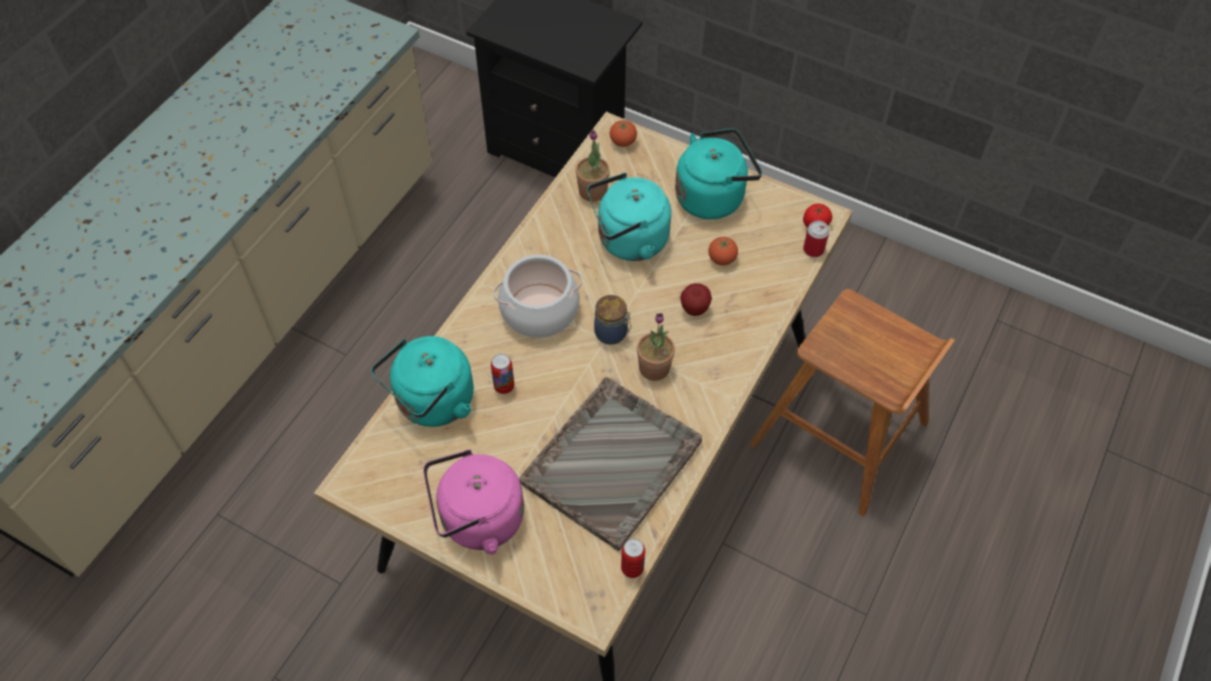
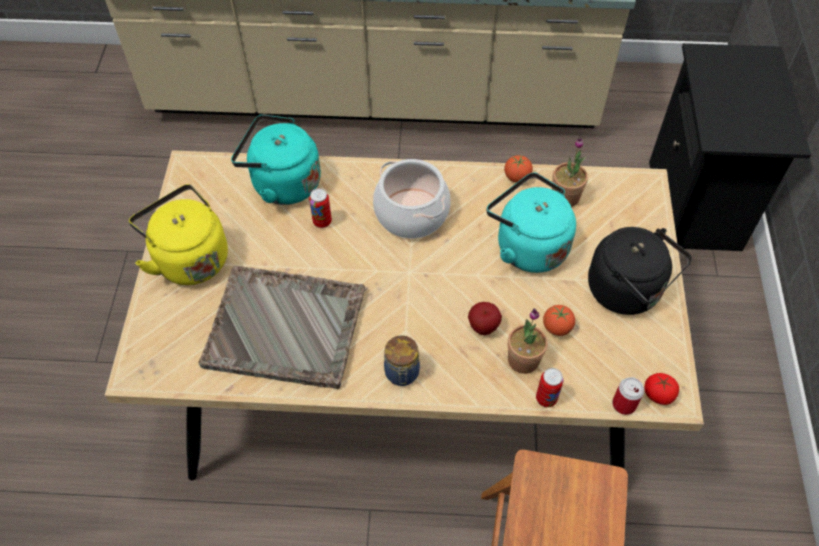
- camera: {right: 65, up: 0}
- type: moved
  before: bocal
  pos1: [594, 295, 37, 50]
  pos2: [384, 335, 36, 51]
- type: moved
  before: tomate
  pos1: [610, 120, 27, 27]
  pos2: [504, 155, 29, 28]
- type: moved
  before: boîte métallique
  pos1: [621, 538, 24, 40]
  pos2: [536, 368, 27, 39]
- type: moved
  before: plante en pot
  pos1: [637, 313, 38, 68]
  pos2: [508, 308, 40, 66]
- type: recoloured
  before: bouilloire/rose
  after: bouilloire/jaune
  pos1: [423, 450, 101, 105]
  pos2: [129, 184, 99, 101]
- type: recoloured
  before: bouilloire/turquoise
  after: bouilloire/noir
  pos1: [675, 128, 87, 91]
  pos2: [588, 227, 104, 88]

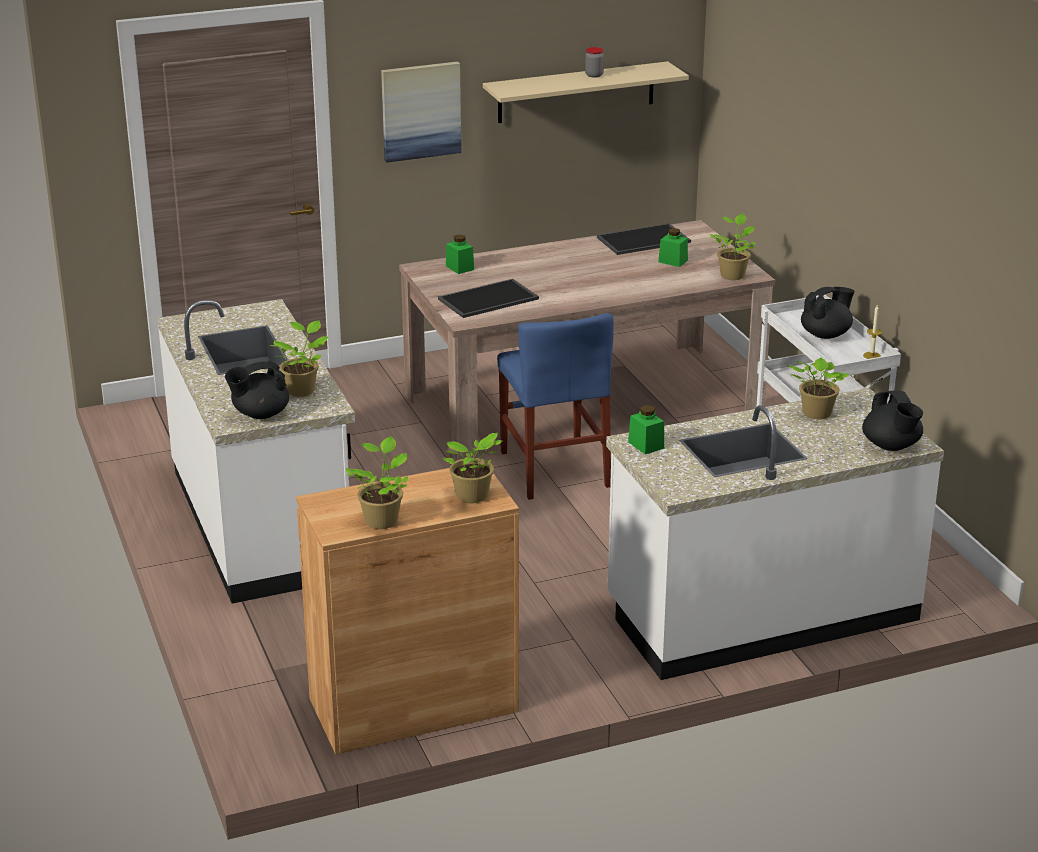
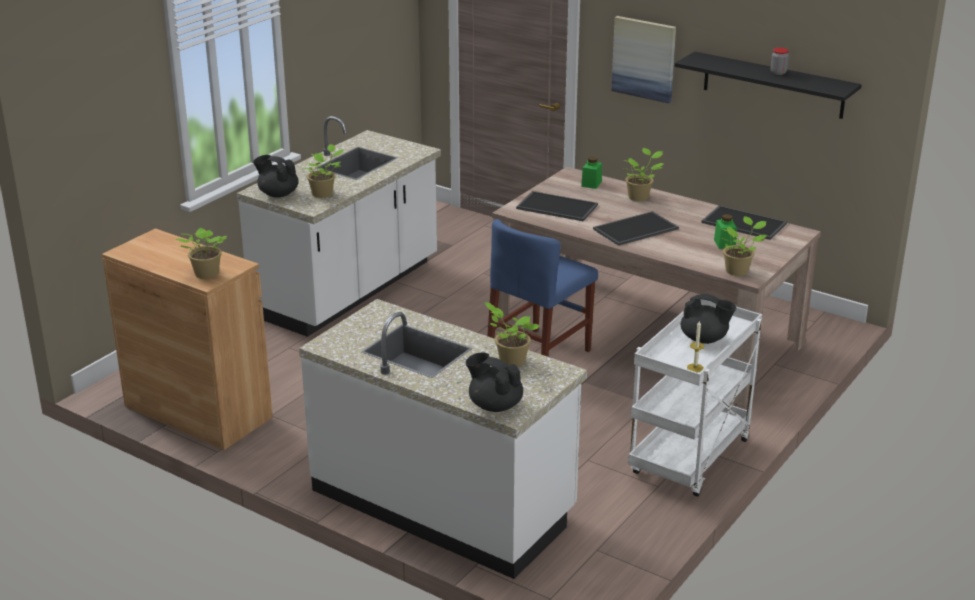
- camera: {right: 55, up: 0}
- type: removed
  before: bocal/vert
  pos1: [628, 405, 36, 49]
- type: added
  after: plateau
  pos2: [593, 211, 86, 35]
- type: moved
  before: plante en pot
  pos1: [346, 436, 62, 93]
  pos2: [623, 148, 41, 53]
- type: recoloured
  before: étagère/beige
  after: étagère/noir
  pos1: [483, 61, 206, 62]
  pos2: [675, 52, 187, 67]
- type: turned
  before: théière/noir
  pos1: [862, 390, 61, 61]
  pos2: [466, 352, 57, 60]
  turn: 90

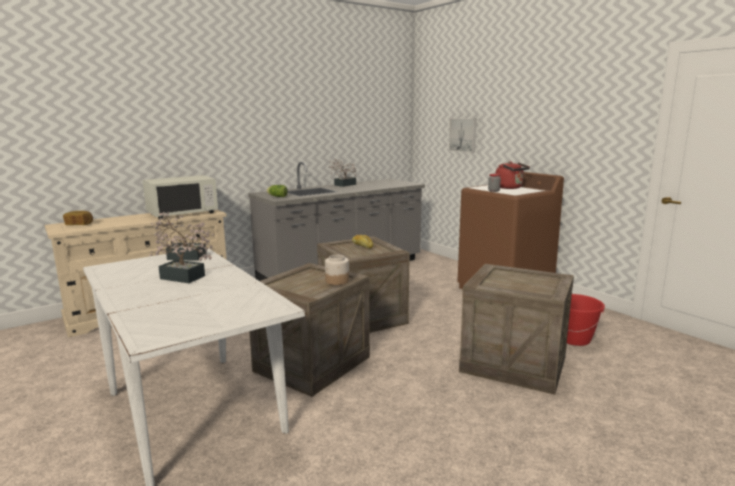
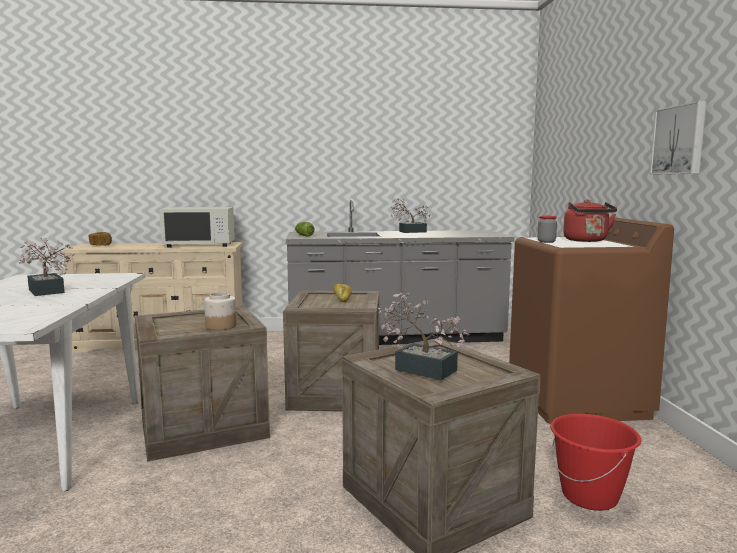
- camera: {right: 30, up: -5}
- type: moved
  before: plante en pot
  pos1: [151, 212, 60, 49]
  pos2: [378, 292, 91, 88]
- type: moved
  before: tableau
  pos1: [449, 118, 28, 35]
  pos2: [650, 101, 57, 73]

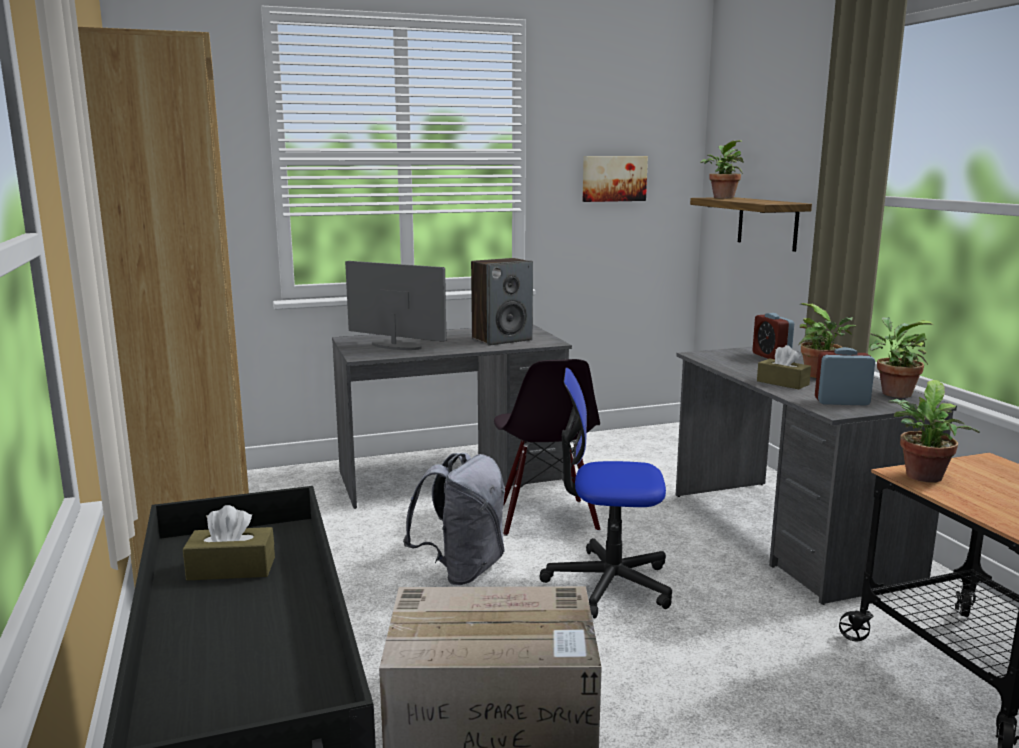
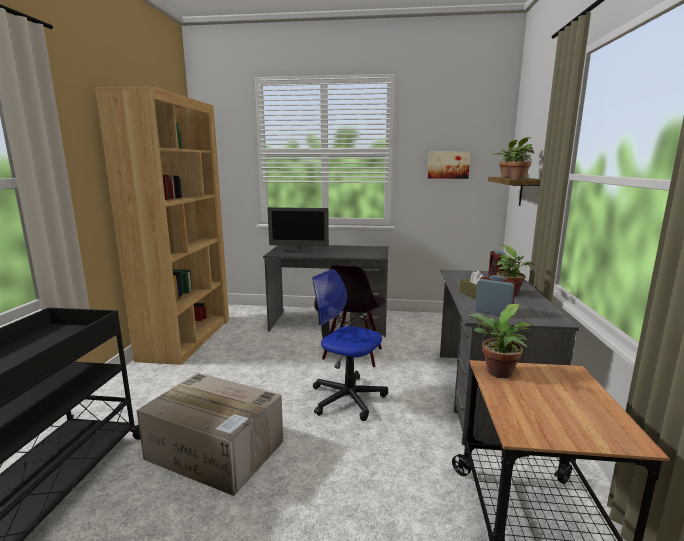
- camera: {right: 25, up: 0}
- type: removed
  before: boîte à mouchoirs/marron
  pos1: [183, 505, 92, 76]
- type: removed
  before: sac à dos/gris
  pos1: [403, 453, 102, 132]
- type: removed
  before: enceinte
  pos1: [471, 258, 62, 87]
- type: moved
  before: plante en pot
  pos1: [869, 317, 66, 81]
  pos2: [501, 137, 33, 42]
- type: turned
  before: écran d'ordinateur
  pos1: [345, 261, 102, 89]
  pos2: [268, 207, 61, 45]
  turn: 135

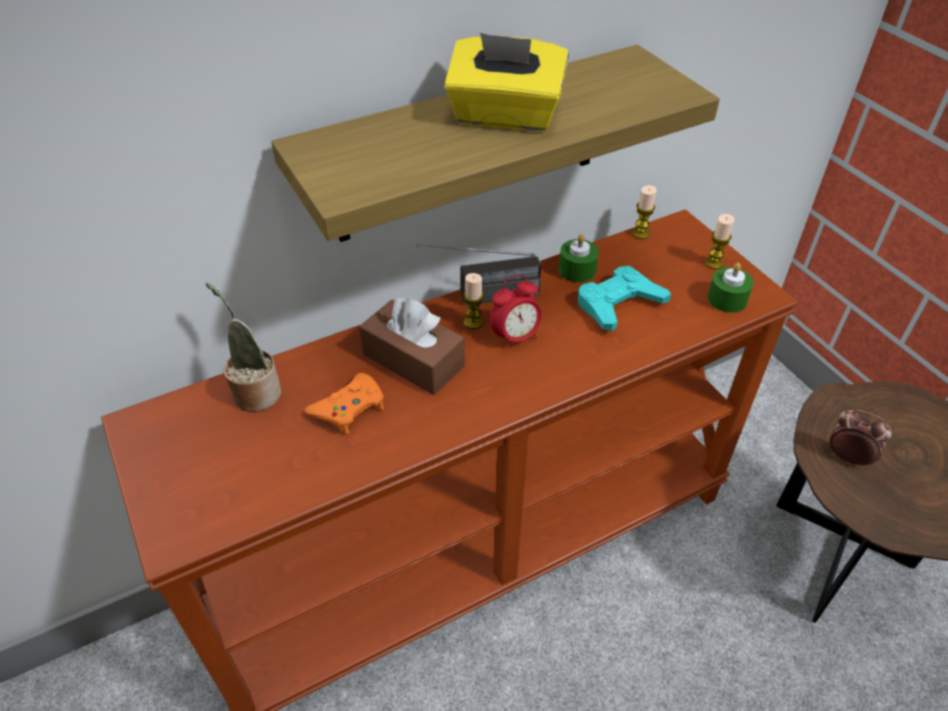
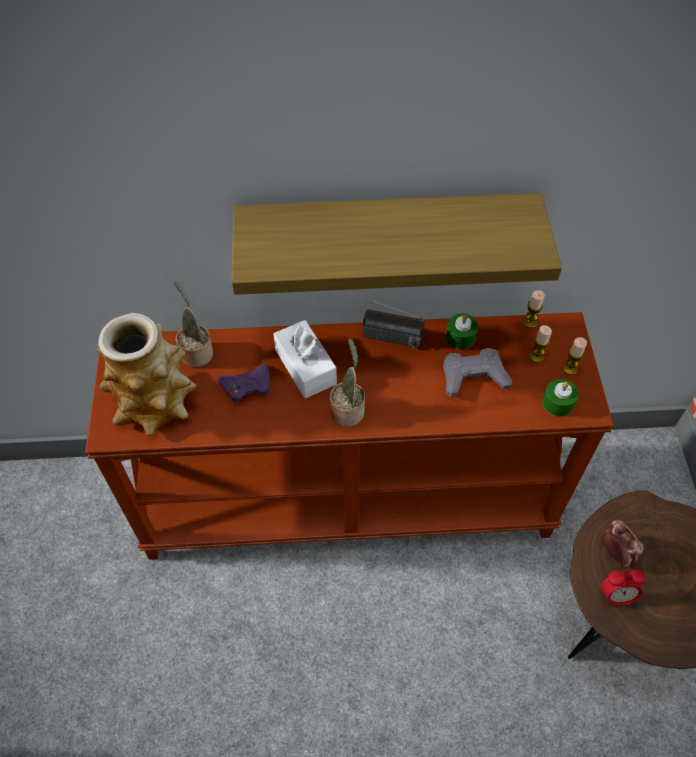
- camera: {right: 25, up: 10}
- type: removed
  before: boîte à mouchoirs/jaune
  pos1: [444, 33, 125, 98]
- type: added
  after: vase
  pos2: [97, 313, 99, 123]
- type: added
  after: plante en pot
  pos2: [330, 339, 35, 88]
- type: moved
  before: bougie
  pos1: [463, 273, 21, 57]
  pos2: [529, 325, 23, 38]
- type: moved
  before: réveil
  pos1: [490, 275, 52, 75]
  pos2: [600, 569, 46, 37]
- type: recoloured
  before: manette/orange
  after: manette/violet
  pos1: [304, 373, 80, 61]
  pos2: [218, 364, 52, 41]
- type: recoloured
  before: boîte à mouchoirs/marron
  after: boîte à mouchoirs/blanc
  pos1: [359, 298, 106, 97]
  pos2: [274, 320, 63, 78]
- type: recoloured
  before: manette/turquoise
  after: manette/gris
  pos1: [578, 266, 93, 66]
  pos2: [443, 348, 69, 49]

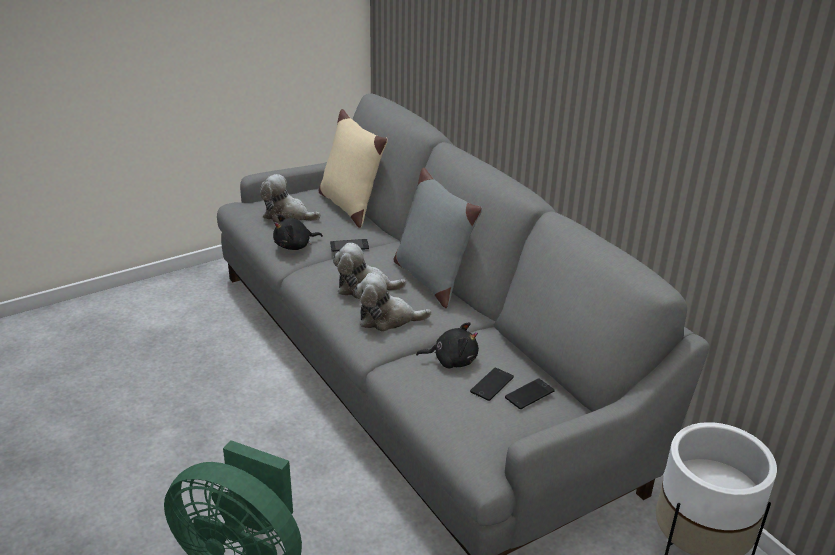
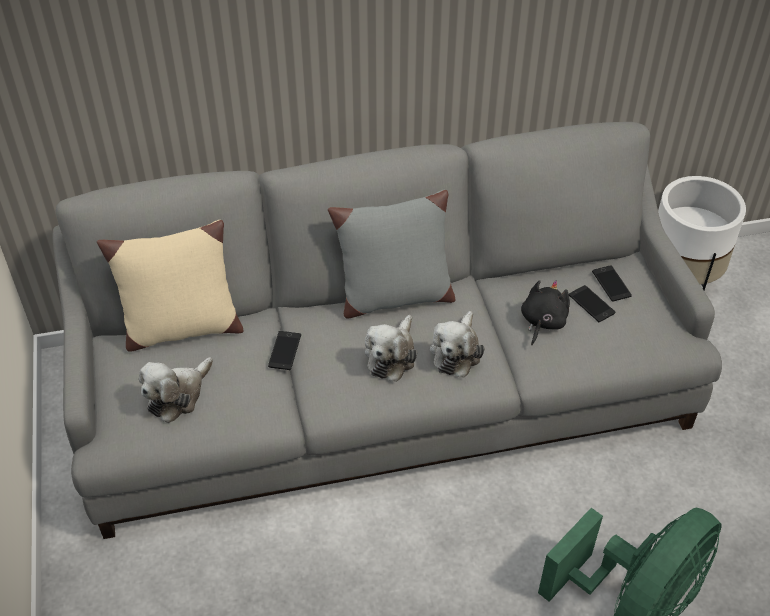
- camera: {right: -70, up: 15}
- type: removed
  before: peluche/noir
  pos1: [273, 214, 50, 36]

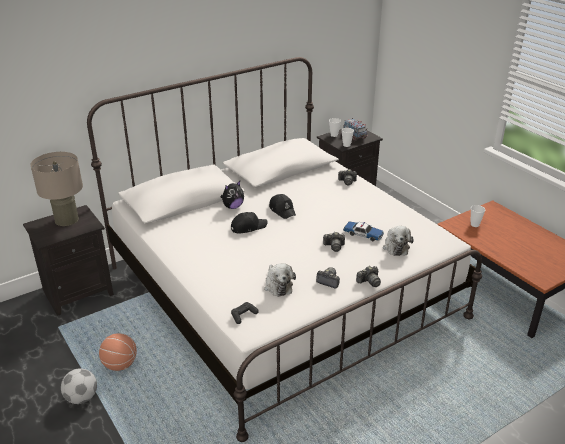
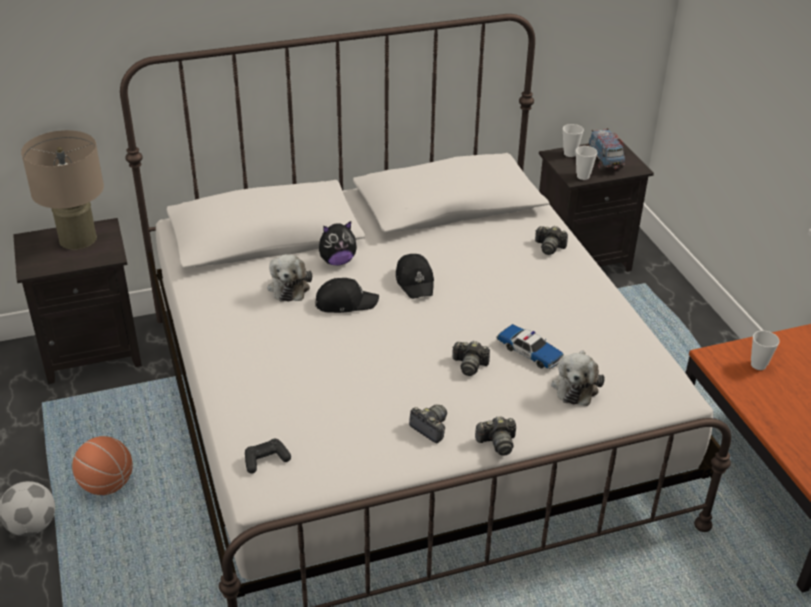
- camera: {right: 15, up: 5}
- type: moved
  before: peluche
  pos1: [264, 263, 32, 34]
  pos2: [267, 254, 45, 48]

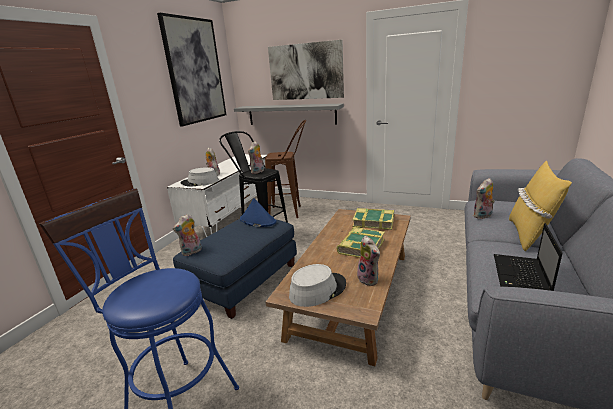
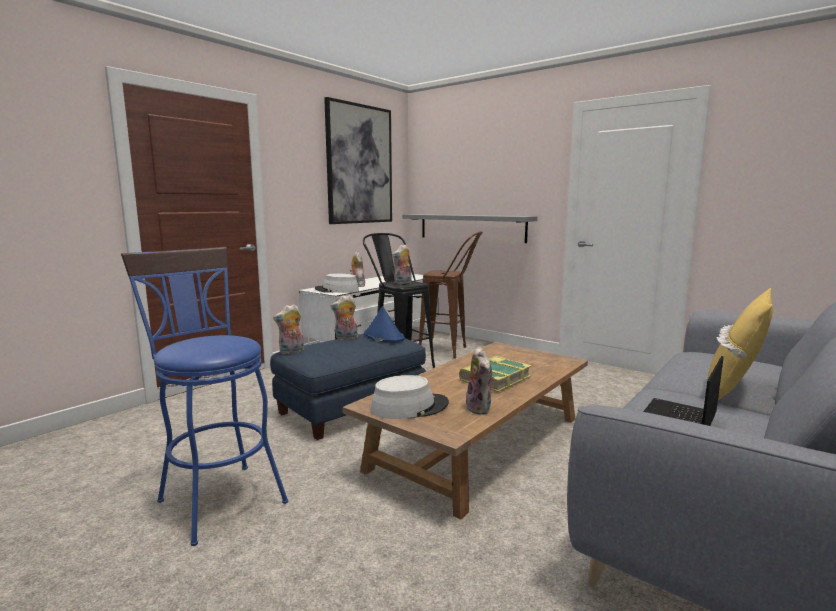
- camera: {right: 15, up: -10}
- type: removed
  before: tableau
  pos1: [268, 40, 76, 60]
- type: removed
  before: livre
  pos1: [352, 208, 42, 22]
- type: moved
  before: peluche
  pos1: [473, 178, 22, 41]
  pos2: [331, 295, 27, 45]

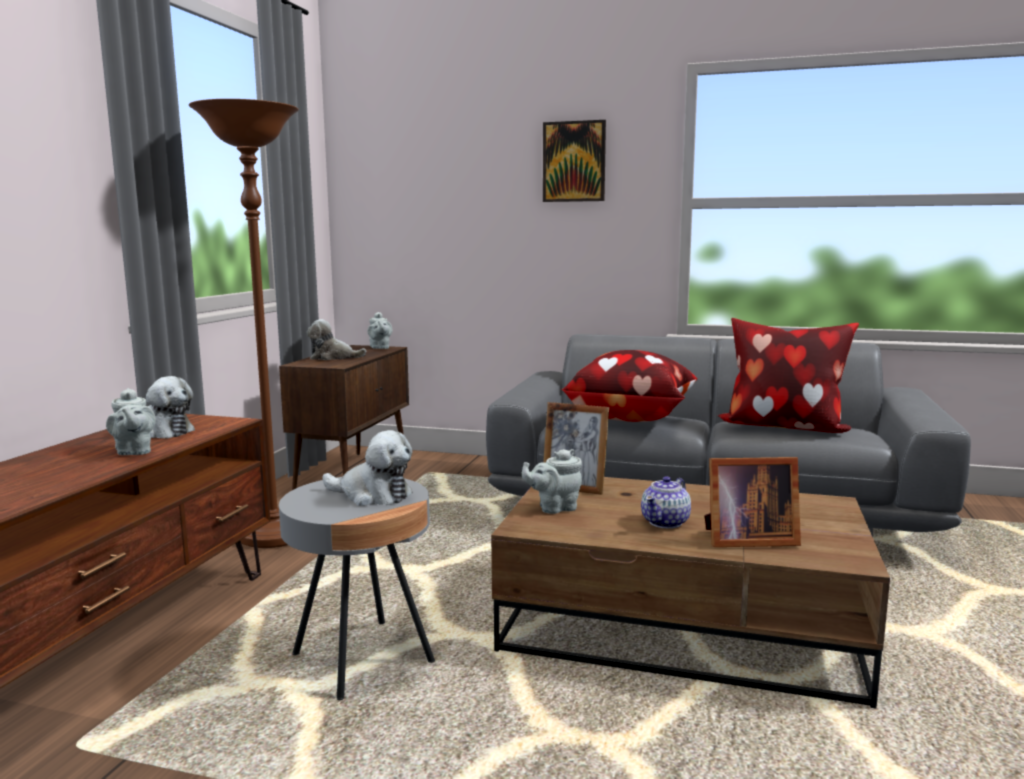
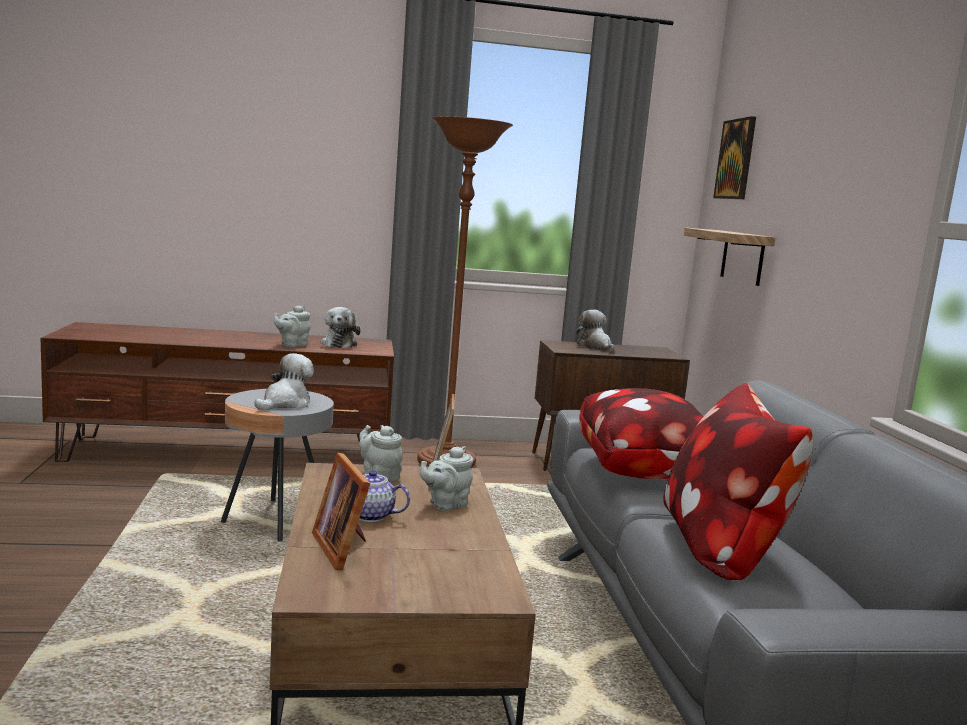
- camera: {right: 65, up: 0}
- type: added
  after: étagère
  pos2: [684, 228, 91, 58]
- type: moved
  before: théière/gris
  pos1: [367, 312, 25, 37]
  pos2: [420, 446, 53, 65]
- type: moved
  before: tableau
  pos1: [543, 120, 63, 82]
  pos2: [713, 116, 43, 83]
- type: turned
  before: peluche
  pos1: [322, 430, 91, 76]
  pos2: [254, 353, 60, 57]
  turn: -150

